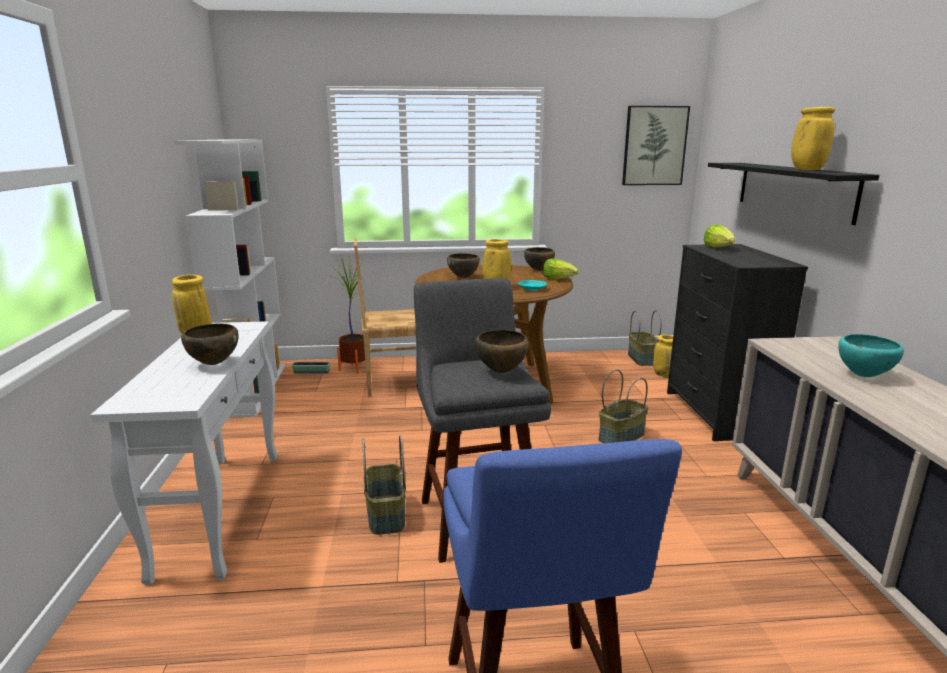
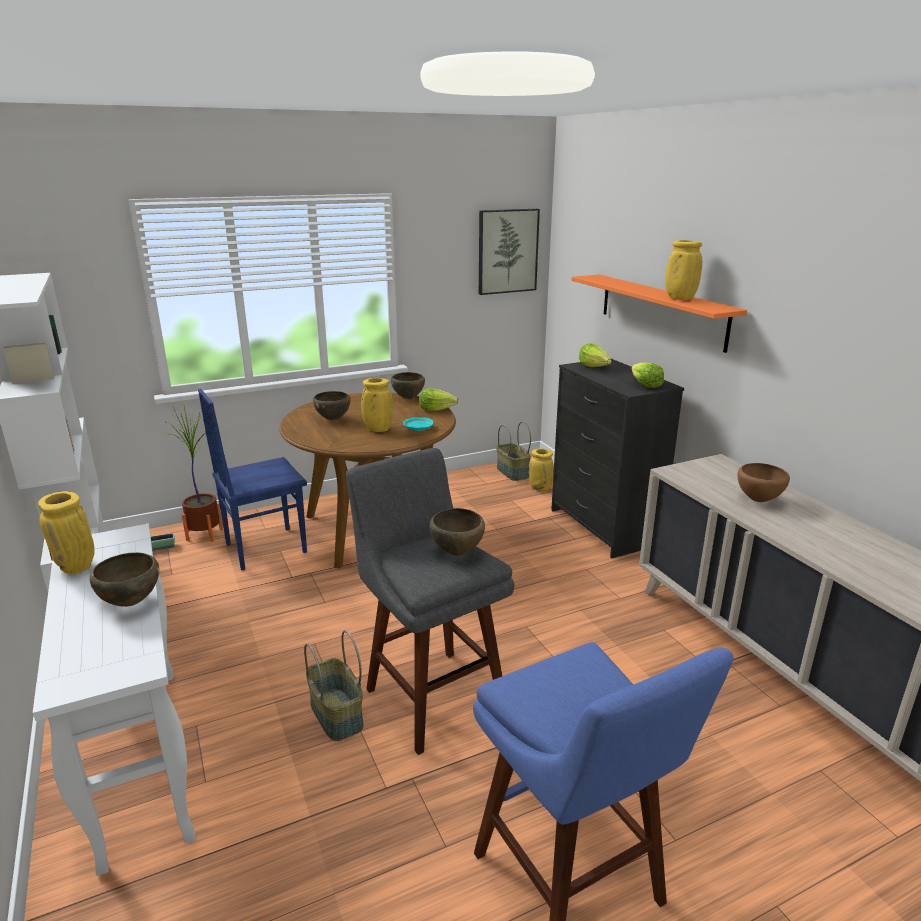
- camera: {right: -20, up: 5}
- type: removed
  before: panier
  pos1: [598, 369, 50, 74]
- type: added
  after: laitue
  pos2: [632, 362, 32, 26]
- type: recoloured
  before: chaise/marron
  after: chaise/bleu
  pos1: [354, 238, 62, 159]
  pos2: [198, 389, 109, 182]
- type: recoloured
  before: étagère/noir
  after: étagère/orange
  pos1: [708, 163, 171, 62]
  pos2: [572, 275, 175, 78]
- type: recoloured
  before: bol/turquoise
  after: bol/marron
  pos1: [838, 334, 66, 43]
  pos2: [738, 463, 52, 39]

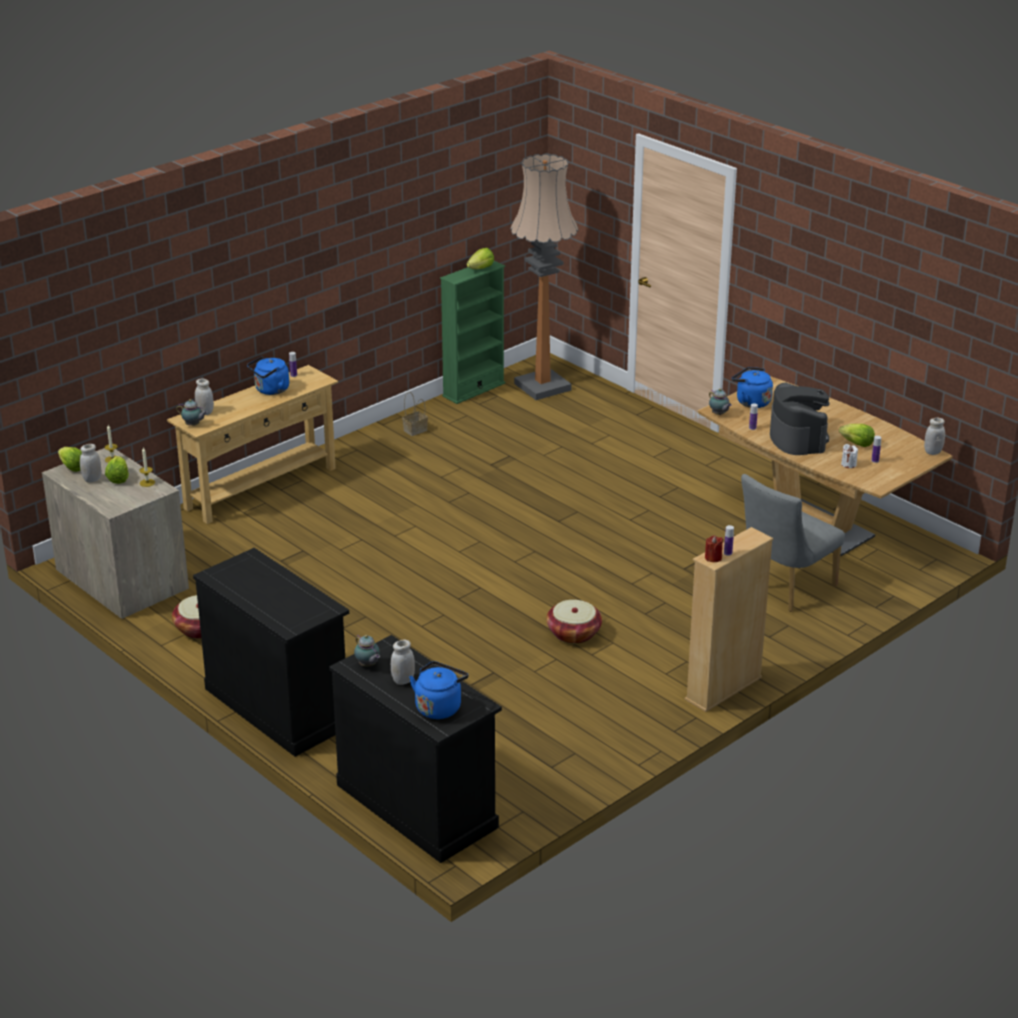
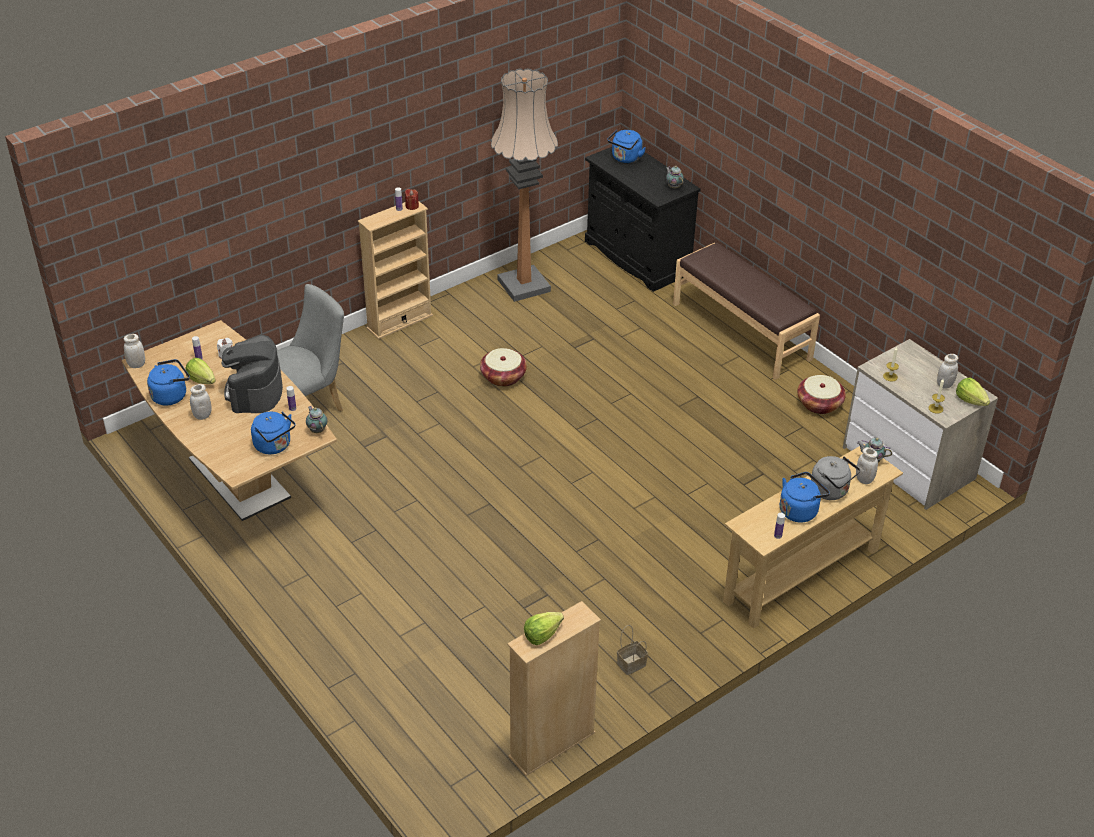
- camera: {right: -175, up: 10}
- type: removed
  before: laitue
  pos1: [105, 456, 24, 28]
- type: added
  after: bouilloire/bleu
  pos2: [147, 359, 43, 46]
- type: added
  after: bouilloire/gris
  pos2: [811, 456, 49, 44]
- type: moved
  before: bocal/blanc
  pos1: [391, 640, 24, 45]
  pos2: [190, 384, 22, 36]
- type: moved
  before: lampadaire
  pos1: [510, 154, 68, 246]
  pos2: [491, 68, 67, 234]
- type: replaced
  before: meuble de rangement/noir
  after: banc/marron
  pos1: [193, 548, 156, 209]
  pos2: [673, 243, 147, 137]
- type: recoloured
  before: bibliothèque/vert
  after: bibliothèque/beige
  pos1: [440, 261, 65, 143]
  pos2: [507, 601, 94, 175]

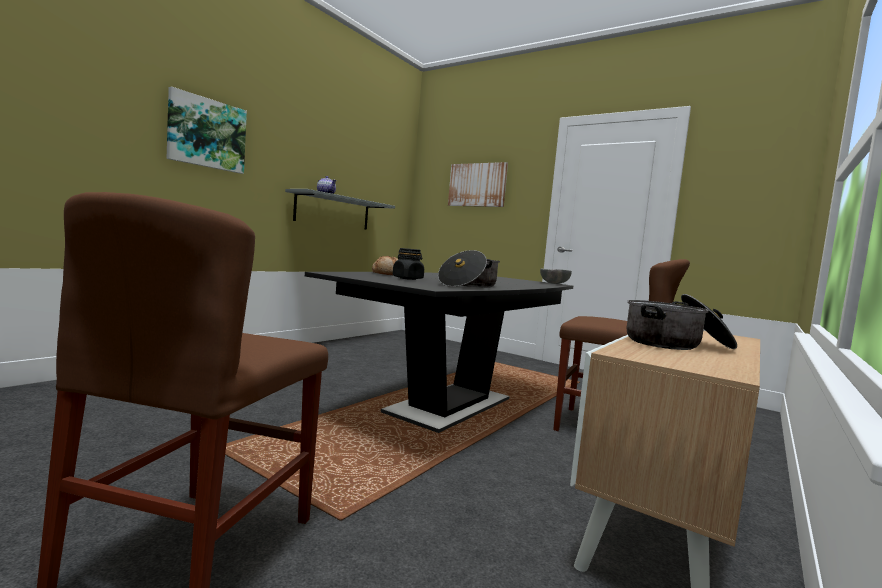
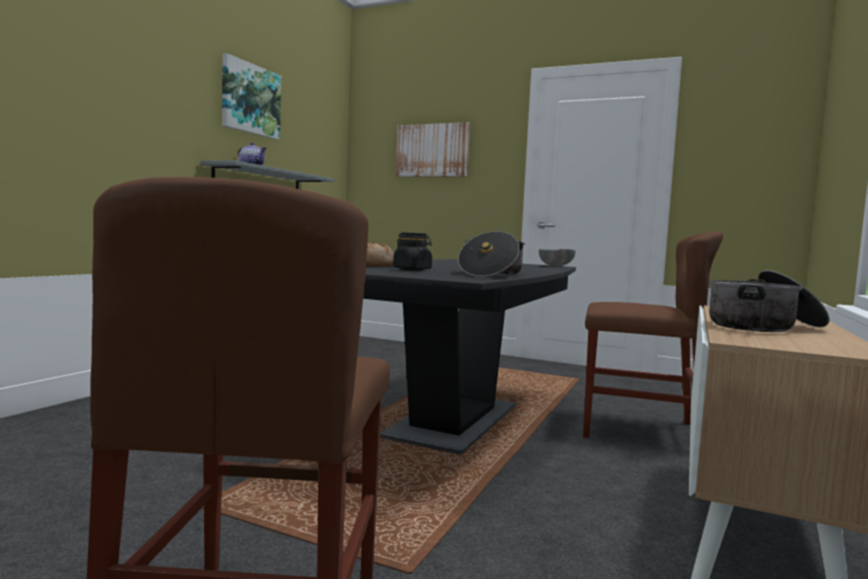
- camera: {right: -10, up: 0}
- type: moved
  before: tableau
  pos1: [167, 86, 80, 88]
  pos2: [222, 53, 59, 87]

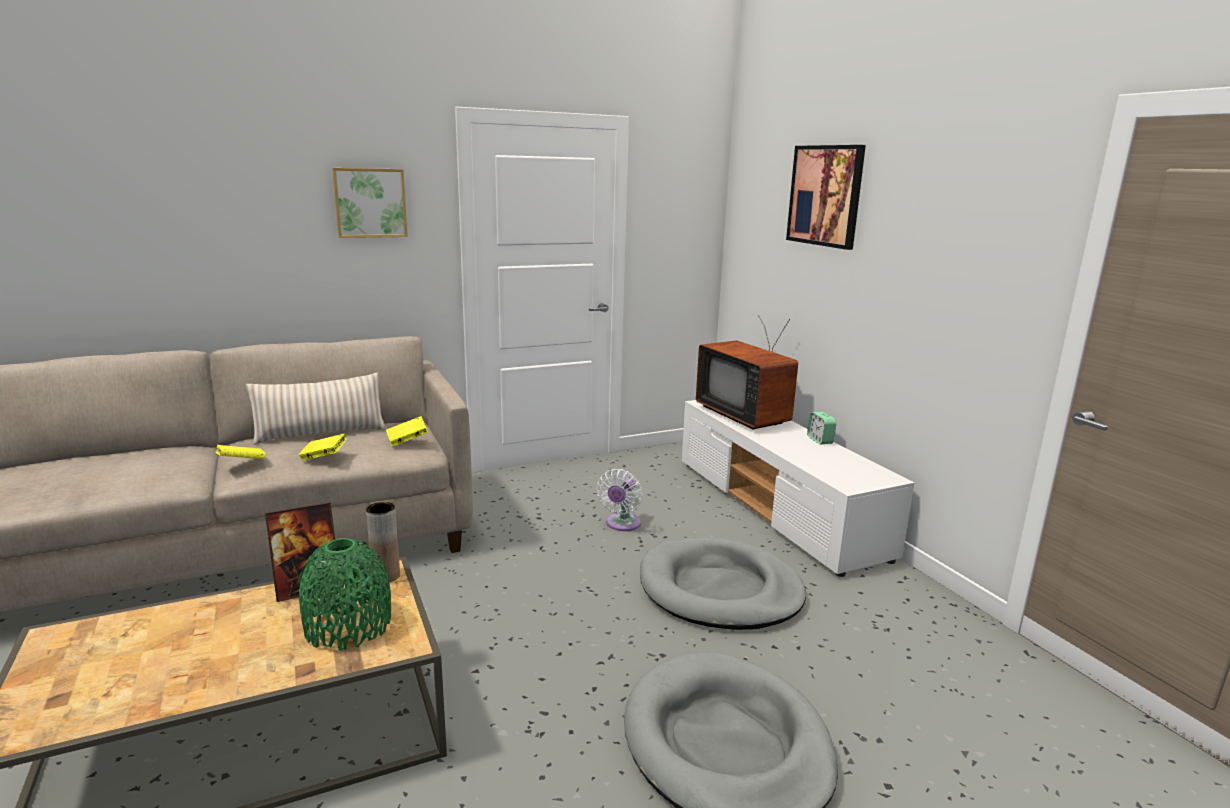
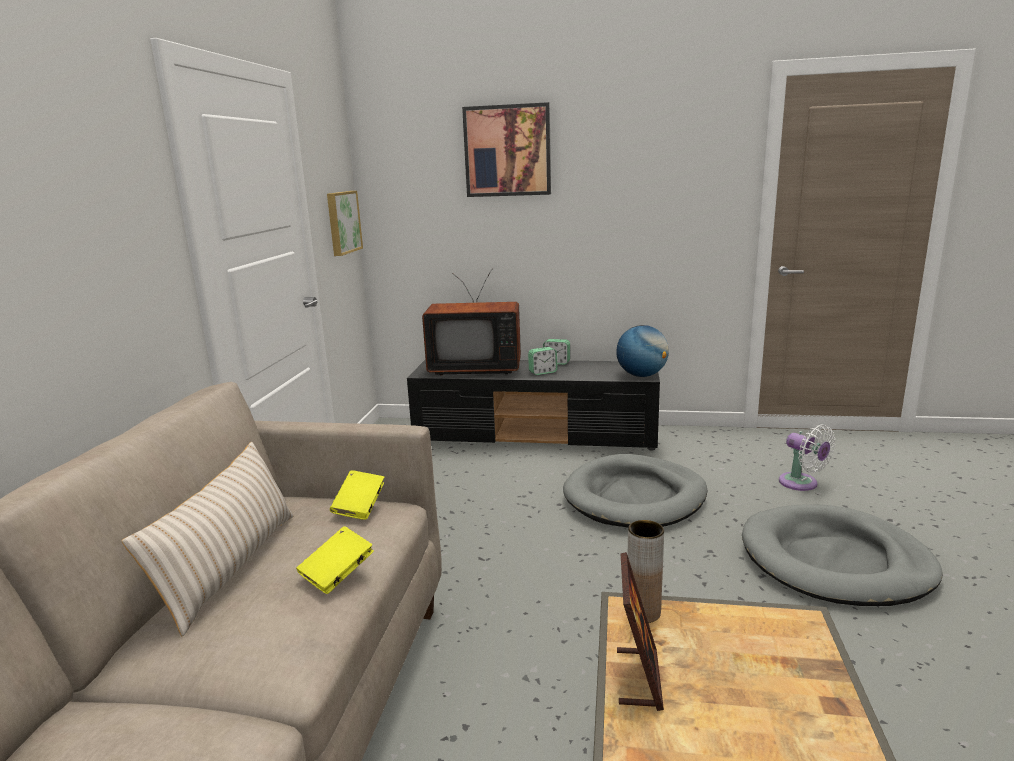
- camera: {right: -55, up: 0}
- type: removed
  before: livre/jaune
  pos1: [216, 445, 50, 14]
- type: removed
  before: vase/vert
  pos1: [298, 538, 93, 113]
- type: added
  after: réveil
  pos2: [528, 347, 29, 28]
- type: added
  after: globe
  pos2: [616, 325, 53, 52]
- type: moved
  before: tableau
  pos1: [332, 168, 76, 70]
  pos2: [327, 191, 36, 65]
- type: moved
  before: ventilateur/blanc
  pos1: [596, 469, 46, 62]
  pos2: [779, 424, 56, 67]
- type: recoloured
  before: meuble télé/blanc
  after: meuble télé/noir
  pos1: [682, 400, 232, 177]
  pos2: [407, 359, 253, 92]

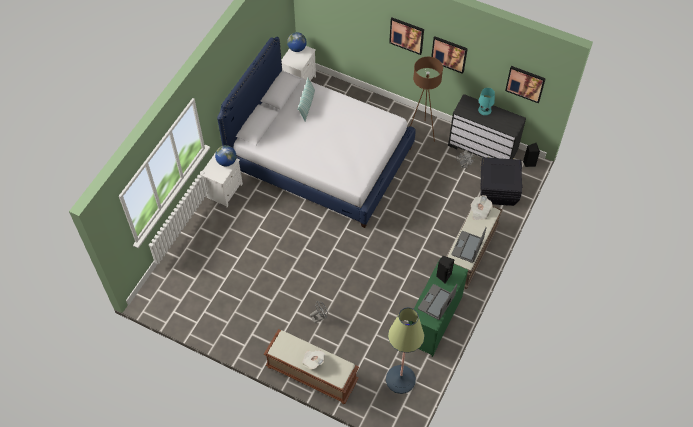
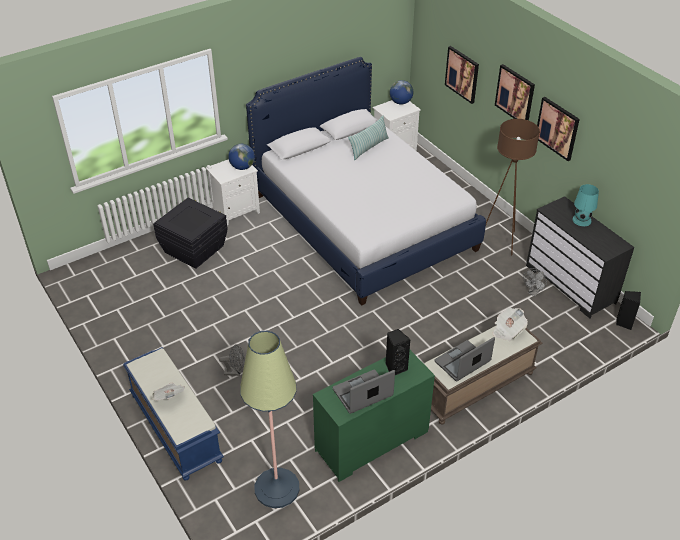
- camera: {right: 30, up: -15}
- type: moved
  before: boîte de rangement/noir
  pos1: [480, 157, 42, 49]
  pos2: [153, 198, 75, 71]
- type: moved
  before: tableau
  pos1: [505, 66, 41, 38]
  pos2: [445, 46, 34, 58]
- type: recoloured
  before: banc/marron
  after: banc/bleu
  pos1: [264, 329, 95, 75]
  pos2: [123, 347, 101, 133]

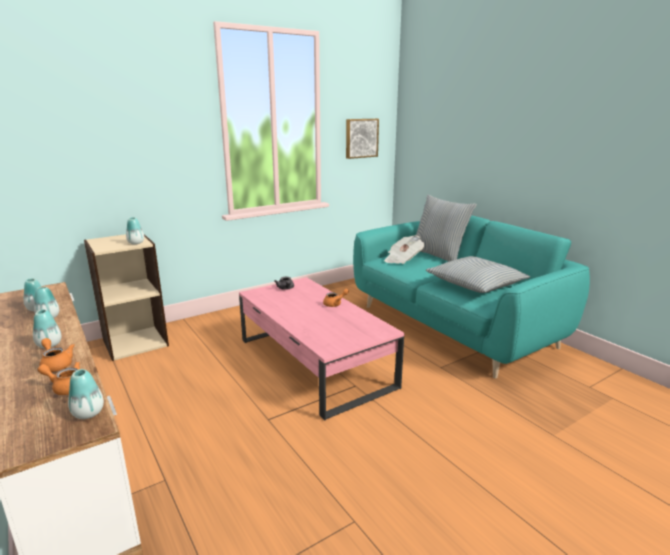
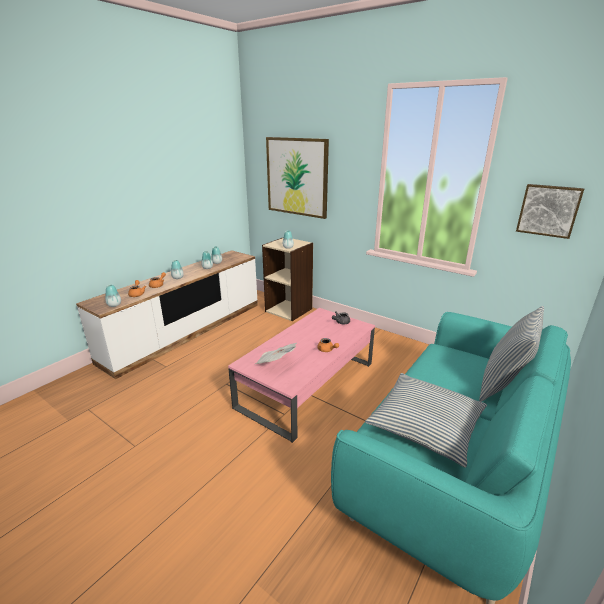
- camera: {right: 70, up: 5}
- type: added
  after: tableau
  pos2: [266, 137, 63, 82]
- type: moved
  before: journal
  pos1: [384, 235, 40, 29]
  pos2: [255, 343, 42, 21]

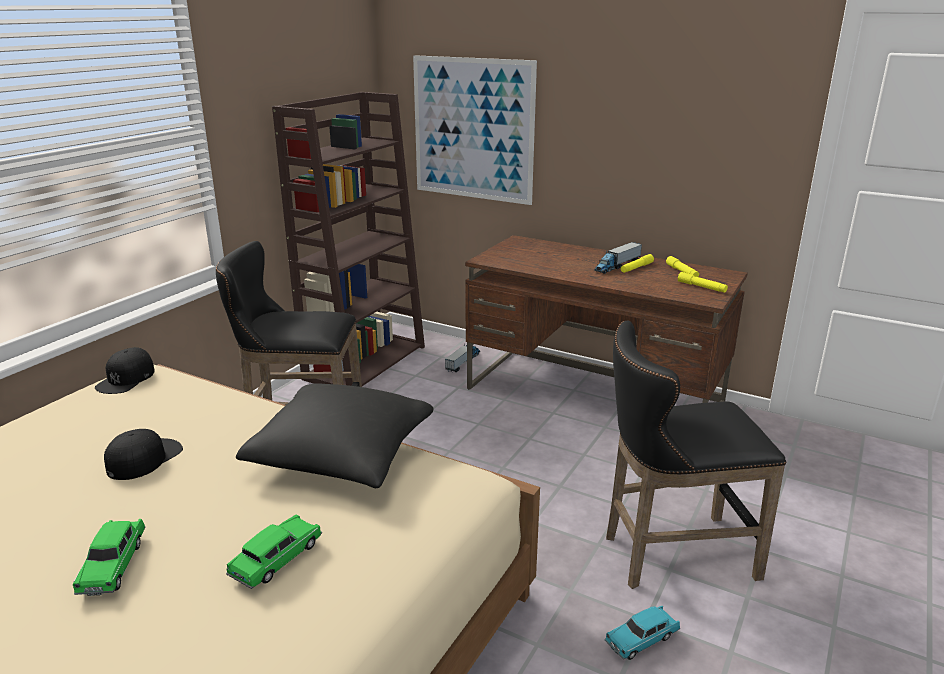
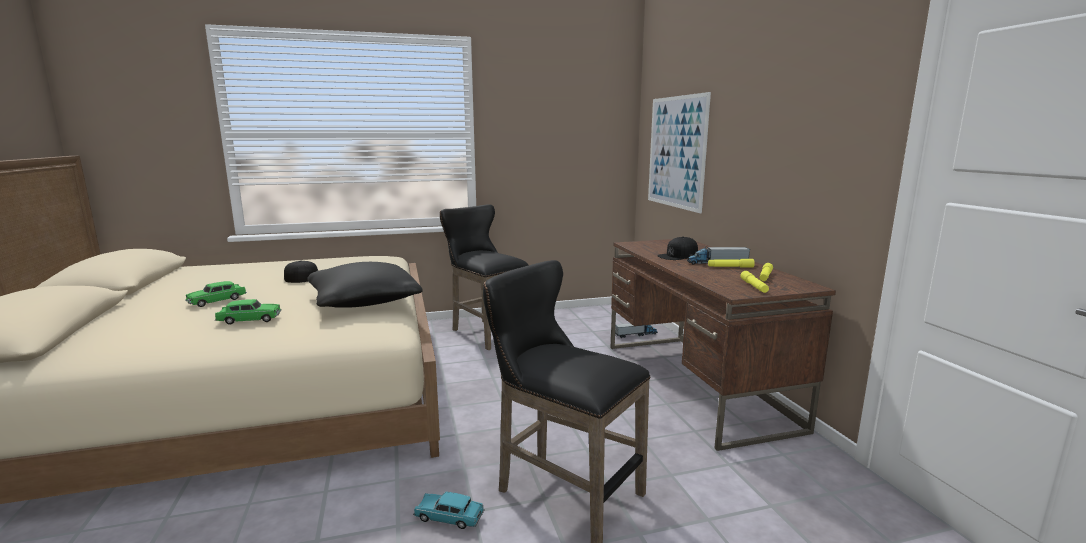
- camera: {right: 45, up: -10}
- type: removed
  before: bibliothèque/marron
  pos1: [272, 92, 153, 294]
- type: moved
  before: casquette/noir
  pos1: [95, 347, 60, 47]
  pos2: [657, 237, 41, 23]

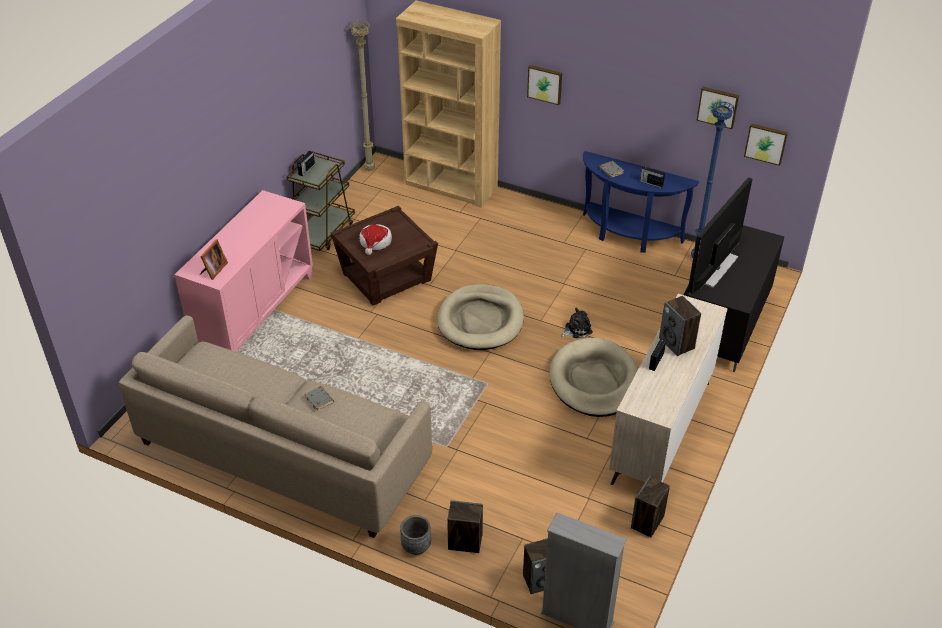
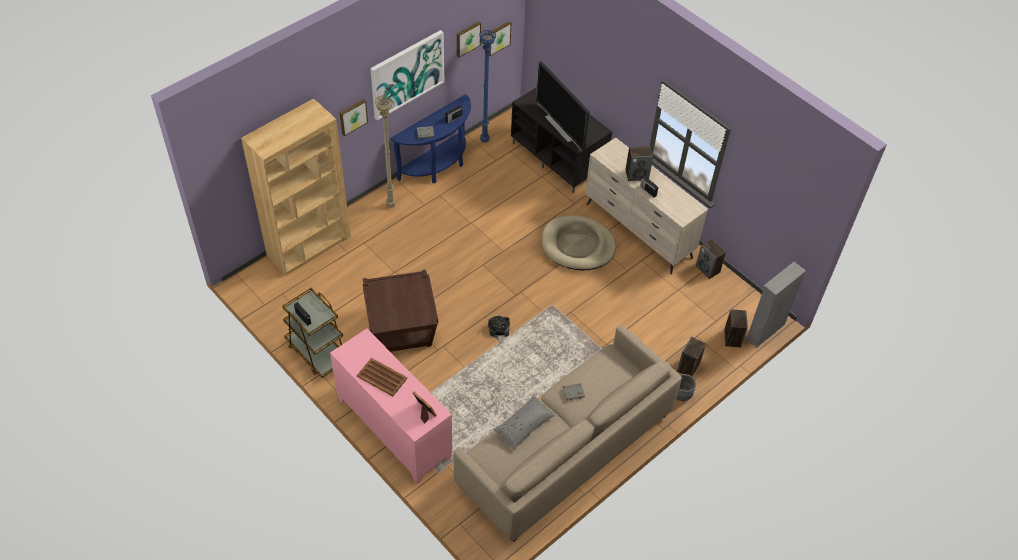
- camera: {right: -70, up: 10}
- type: removed
  before: chapeau
  pos1: [359, 224, 33, 31]
- type: removed
  before: panier pour chien/beige
  pos1: [437, 284, 87, 66]
- type: added
  after: plateau/marron
  pos2: [357, 358, 50, 38]
- type: added
  after: tableau
  pos2: [370, 30, 74, 90]
- type: added
  after: coussin/gris
  pos2: [493, 395, 62, 55]
- type: moved
  before: lampadaire/beige
  pos1: [349, 20, 26, 151]
  pos2: [375, 95, 21, 113]
- type: moved
  before: peluche
  pos1: [561, 308, 32, 30]
  pos2: [488, 316, 22, 27]

